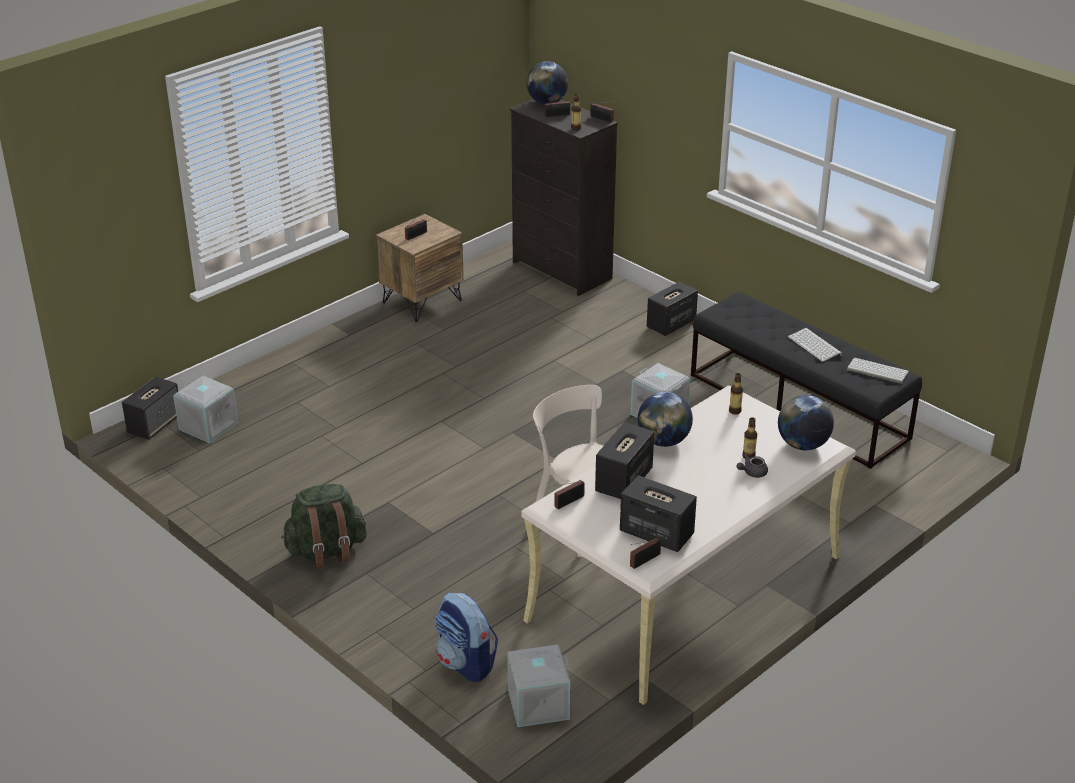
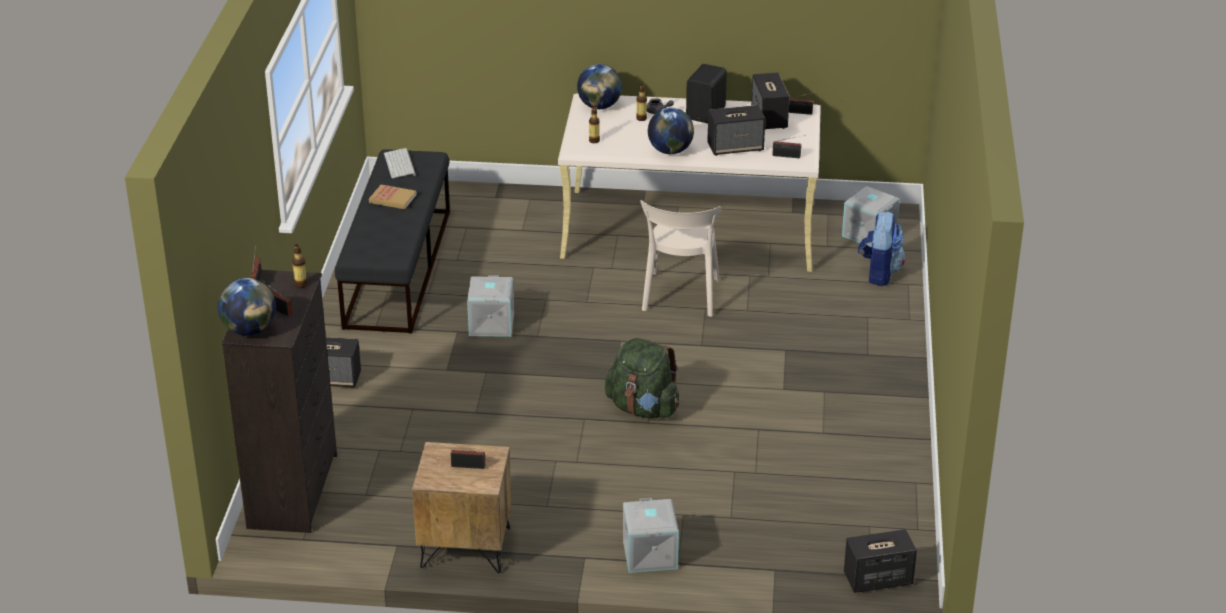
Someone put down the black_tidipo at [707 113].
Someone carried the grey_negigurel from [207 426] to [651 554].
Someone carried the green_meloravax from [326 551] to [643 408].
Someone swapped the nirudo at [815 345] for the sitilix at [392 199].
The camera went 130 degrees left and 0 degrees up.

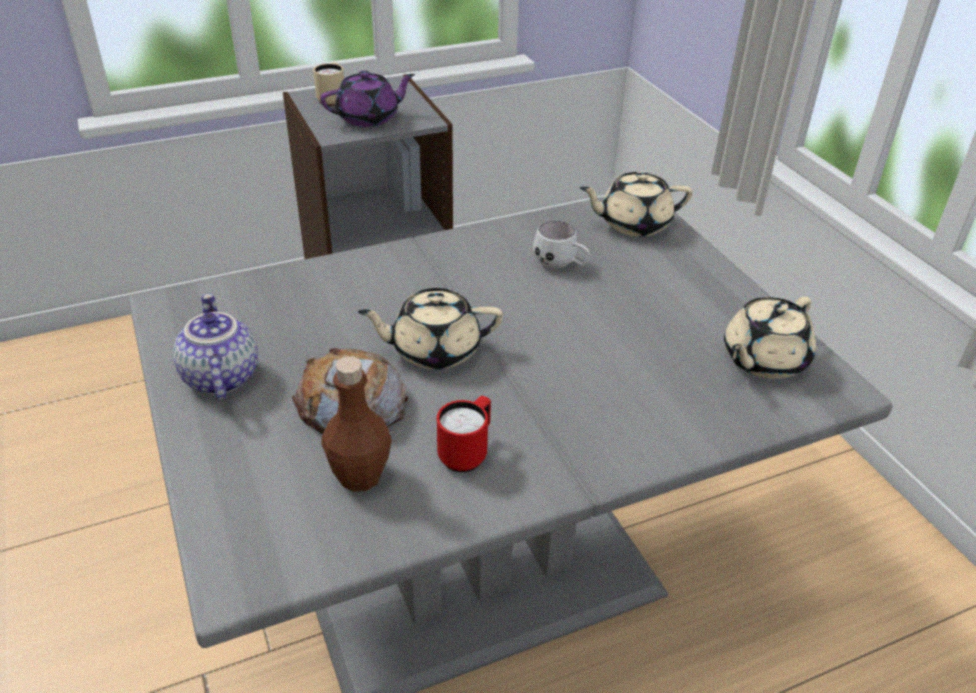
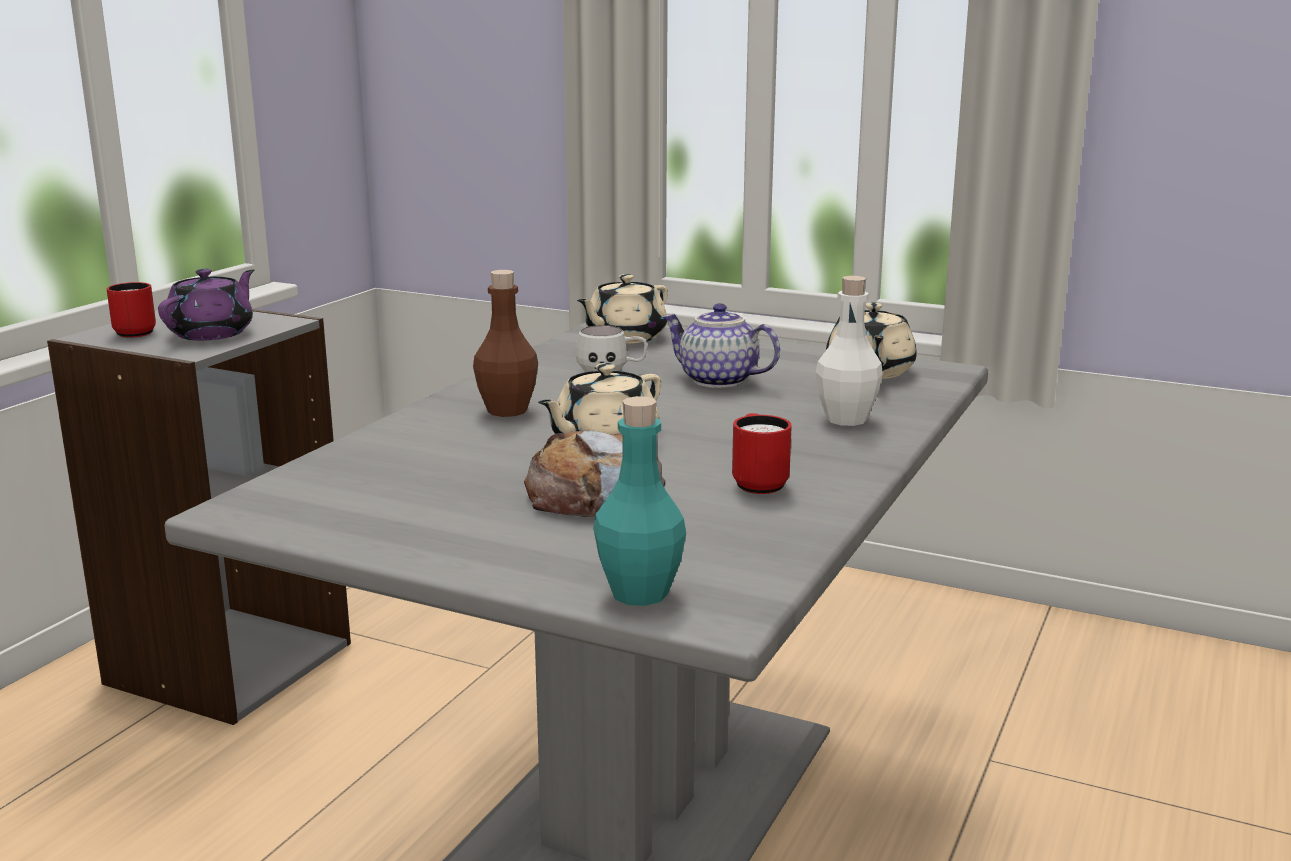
Someone put down the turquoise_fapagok at [639 593].
Someone put down the white_fapagok at [846 419].
Someone carried the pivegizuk from [219 377] to [716 381].
Someone carried the brown_fapagok from [360 476] to [507 410].
Someone repainted the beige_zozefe at [332 99], which became the red_zozefe at [133 332].
The camera went 40 degrees left and 20 degrees down.

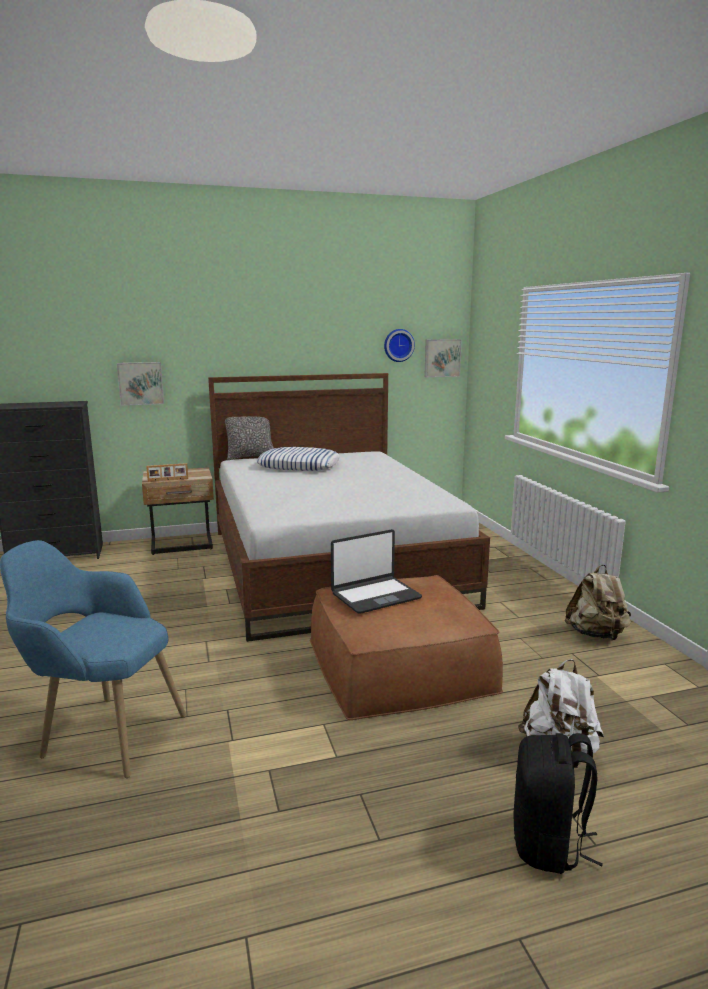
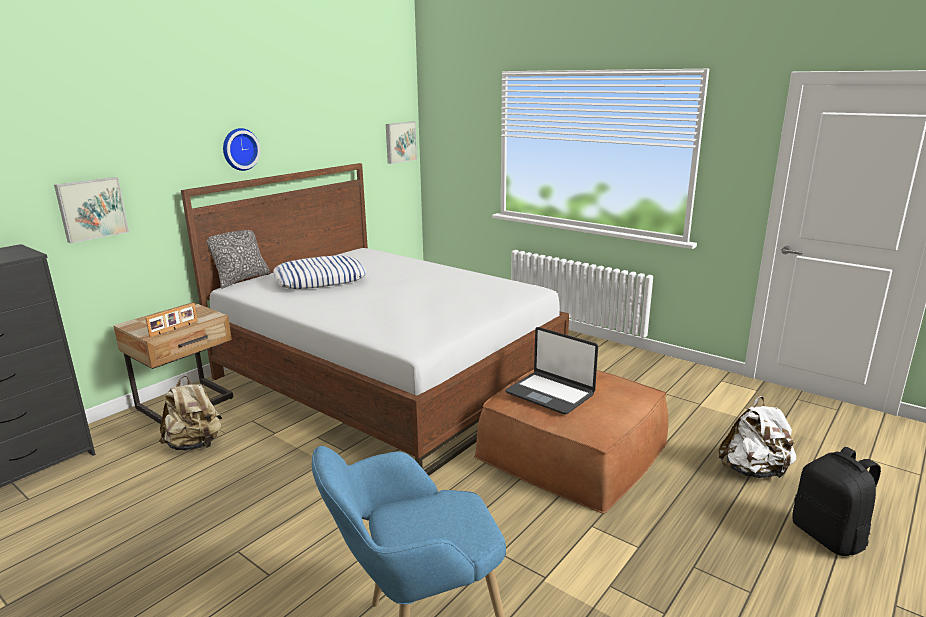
Someone carried the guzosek from [398 345] to [239 149].
Someone carried the beige_meloravax from [596 634] to [195 445].
Someone rotated the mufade at [375 596] by 105 degrees clockwise.
The camera went 35 degrees left and 5 degrees up.

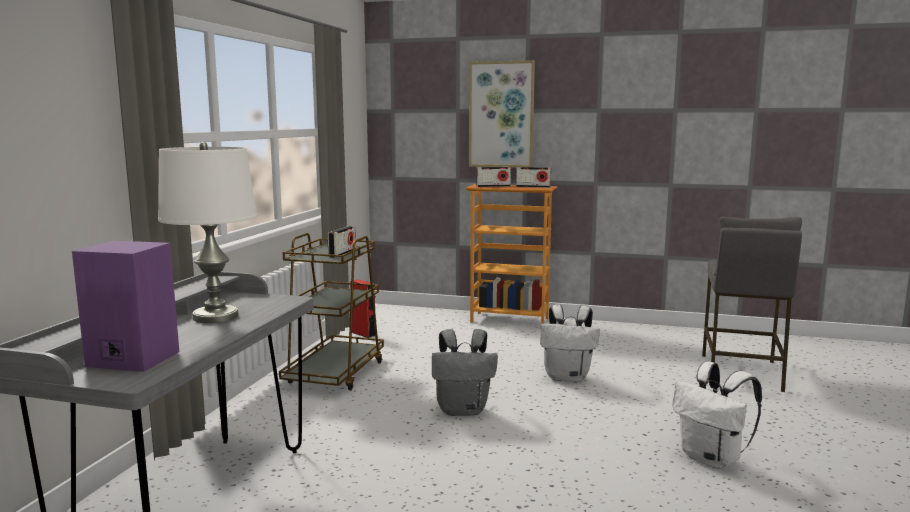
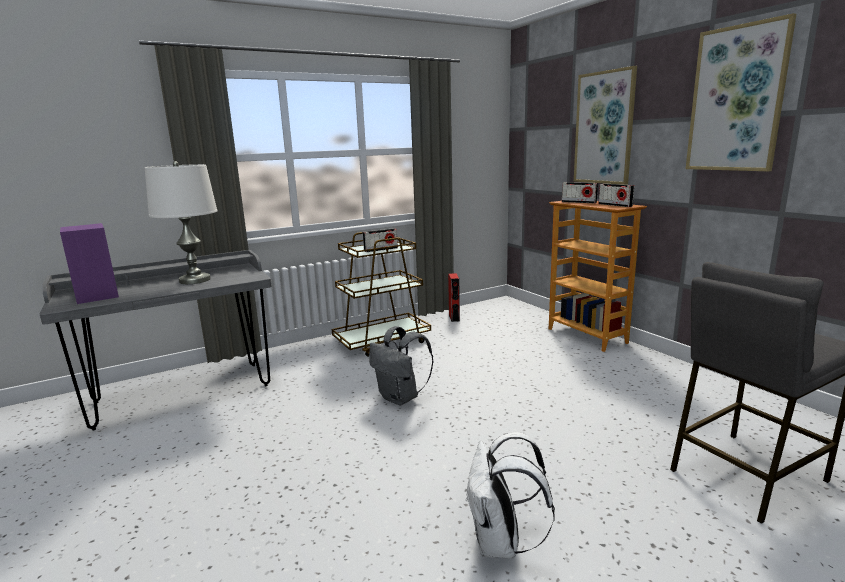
Someone took away the white_meloravax at [568 377].
Someone put up the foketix at [736 99].
The camera went 45 degrees right and 5 degrees up.

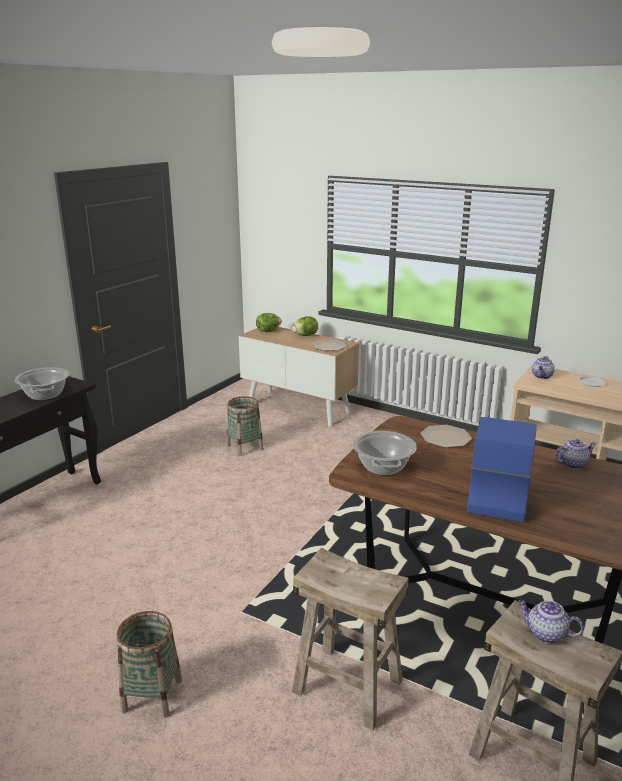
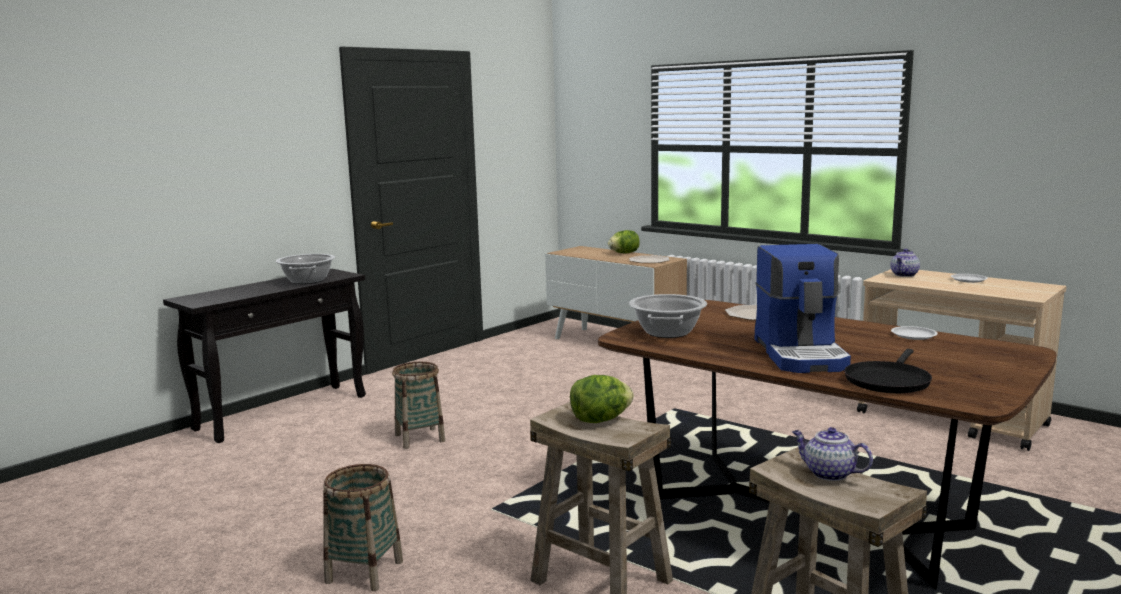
Someone put down the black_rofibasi at [887 380].
Someone carried the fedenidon from [244 447] to [419 438].
Someone carried the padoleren from [268 331] to [600 420].
Someone swapped the pivegizuk at [573 464] for the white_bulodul at [913 335].
Someone rotated the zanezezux at [497 495] by 150 degrees clockwise.
The camera went 10 degrees right and 10 degrees down.

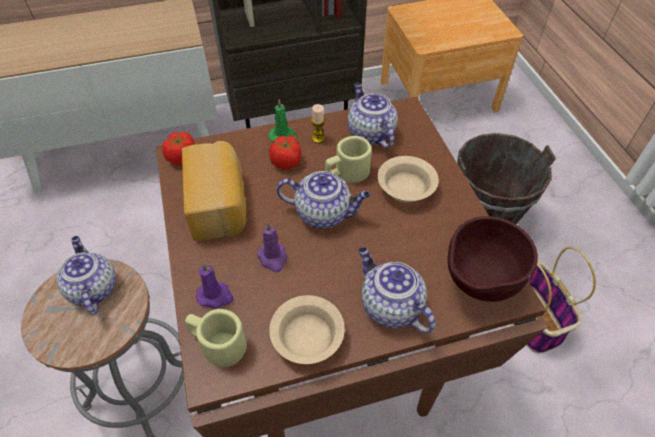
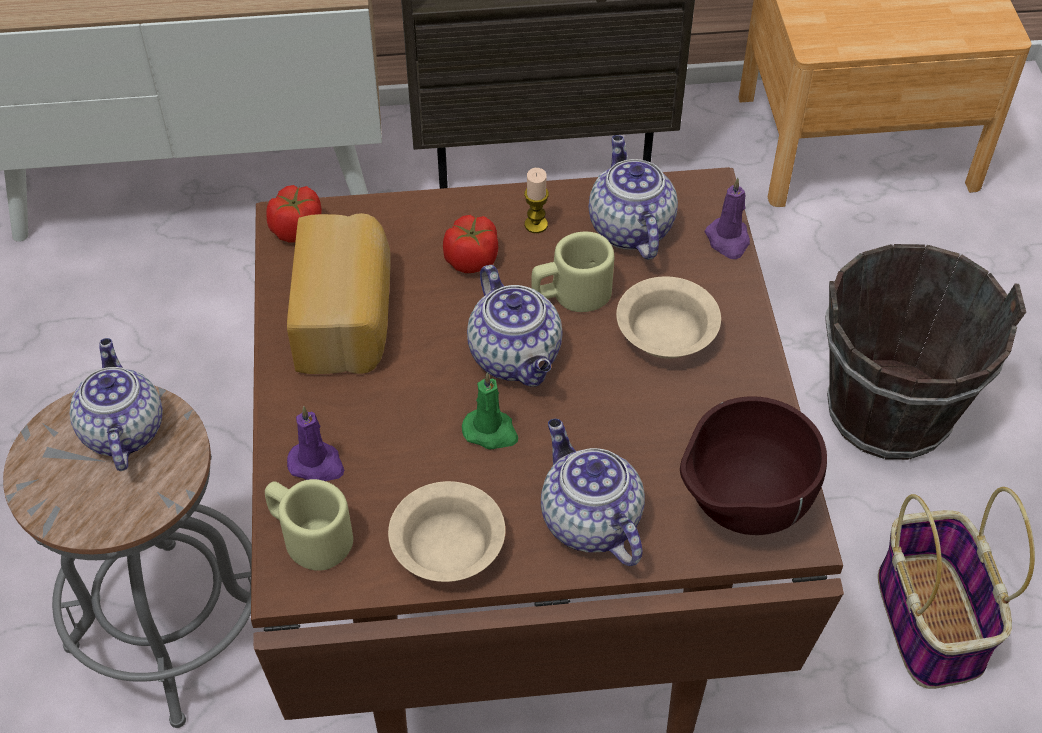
Someone carried the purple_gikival from [273 258] to [728 240].
Someone carried the green_gikival from [283 136] to [491 431].
Someone rotated the pivegizuk at [324 213] by 45 degrees clockwise.
The camera went 10 degrees right and 0 degrees up.

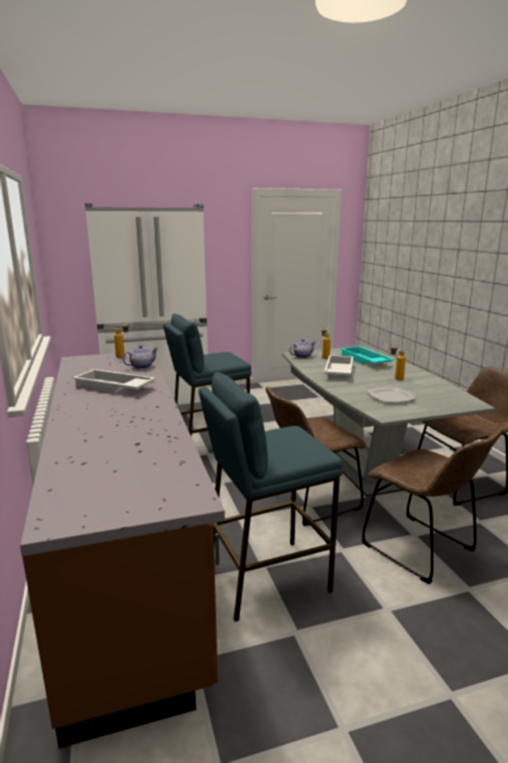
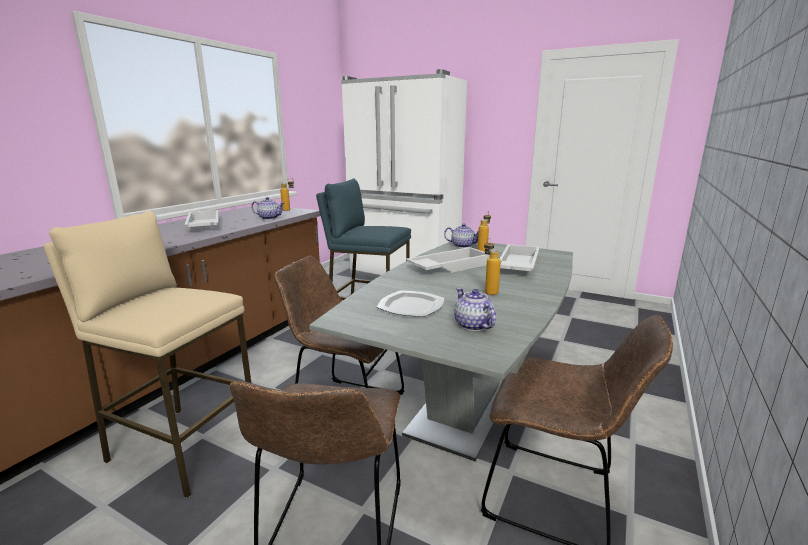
Someone put down the pivegizuk at [473 325].
Someone repainted the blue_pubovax at [266 578], which became the beige_pubovax at [183 447].
Someone repainted the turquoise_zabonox at [364 361], which became the white_zabonox at [517 265].
The camera went 45 degrees right and 0 degrees up.

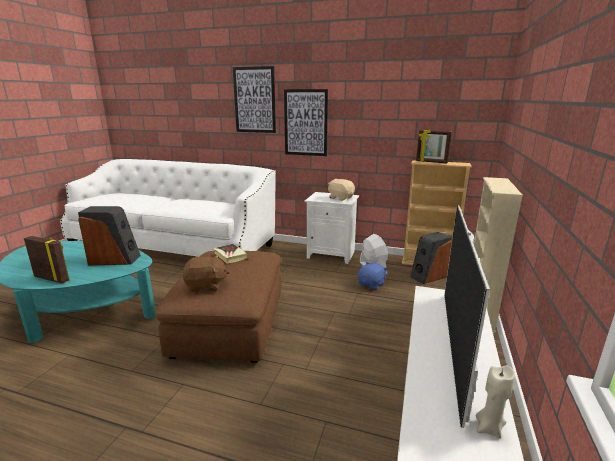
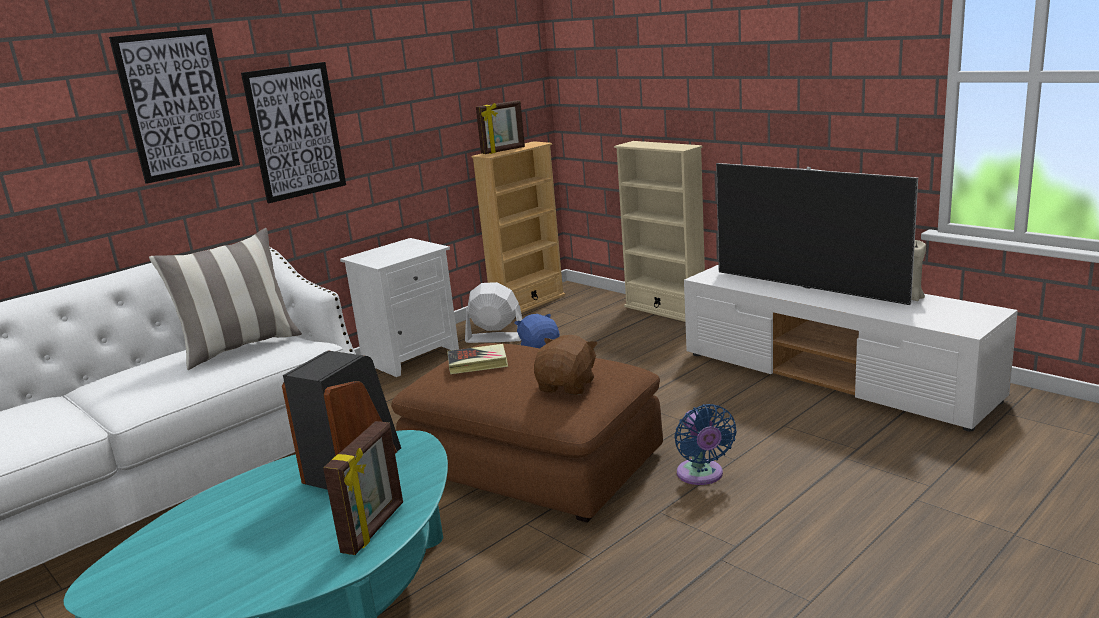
Someone took away the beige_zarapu at [340 198].
Someone took away the tidipo at [428 276].
Someone put down the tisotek at [240 348].
Someone put down the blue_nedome at [701 475].
Someone rotated the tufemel at [52 278] by 150 degrees clockwise.
The camera went 60 degrees left and 0 degrees up.

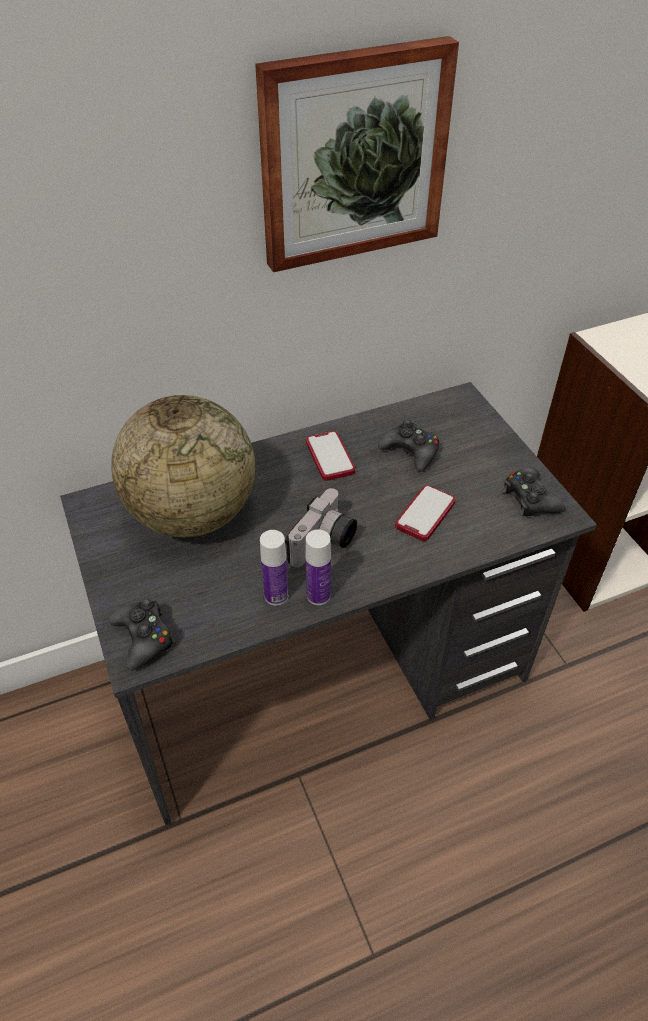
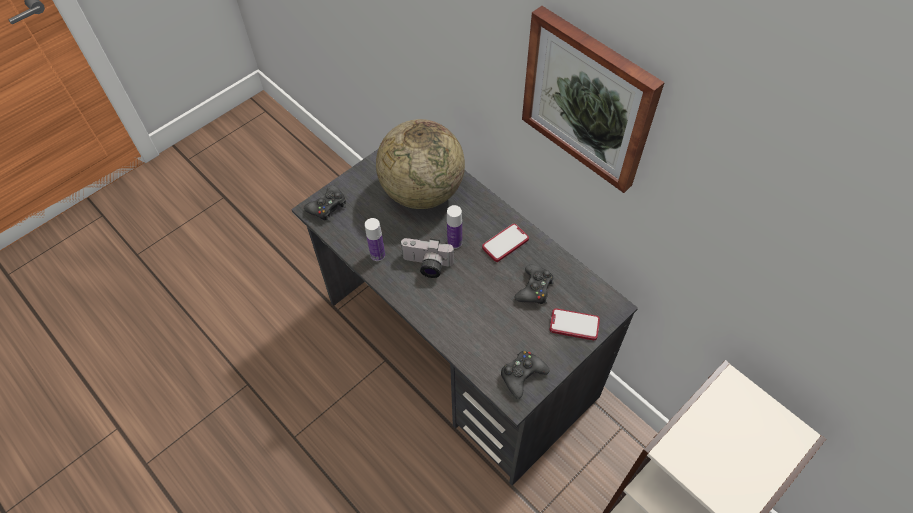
Someone carried the fapagok from [318 595] to [454 242].
Someone carried the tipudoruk from [425 514] to [574 325].
The camera went 70 degrees right and 10 degrees up.

